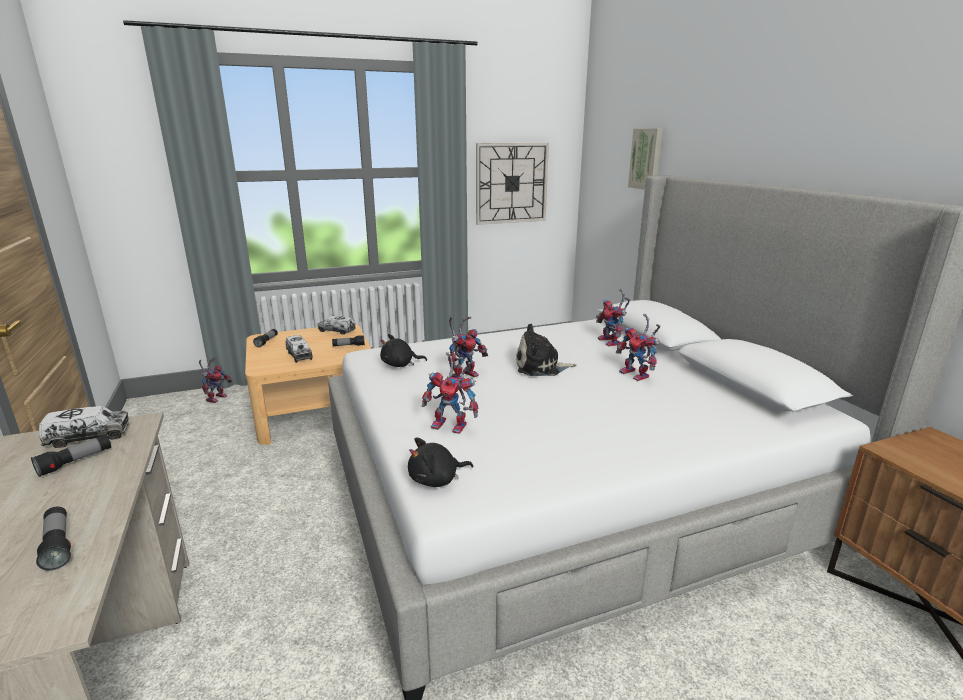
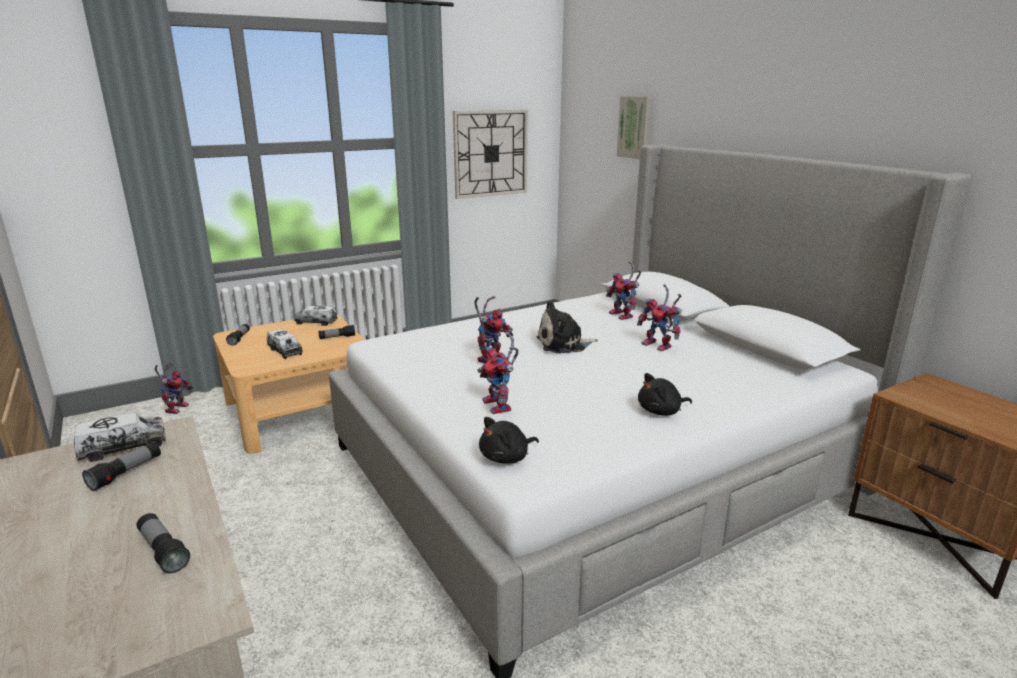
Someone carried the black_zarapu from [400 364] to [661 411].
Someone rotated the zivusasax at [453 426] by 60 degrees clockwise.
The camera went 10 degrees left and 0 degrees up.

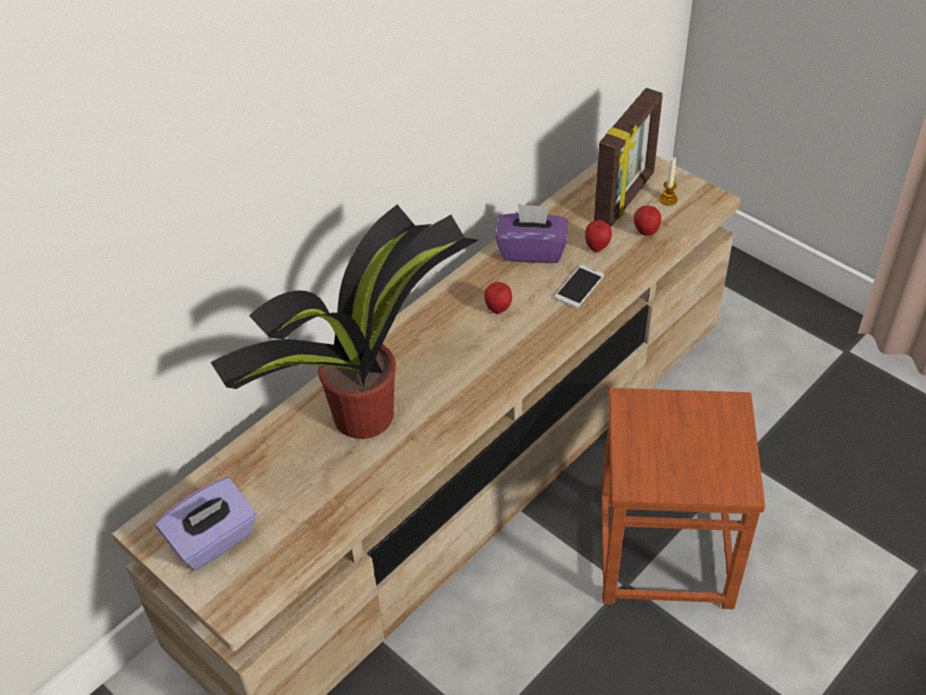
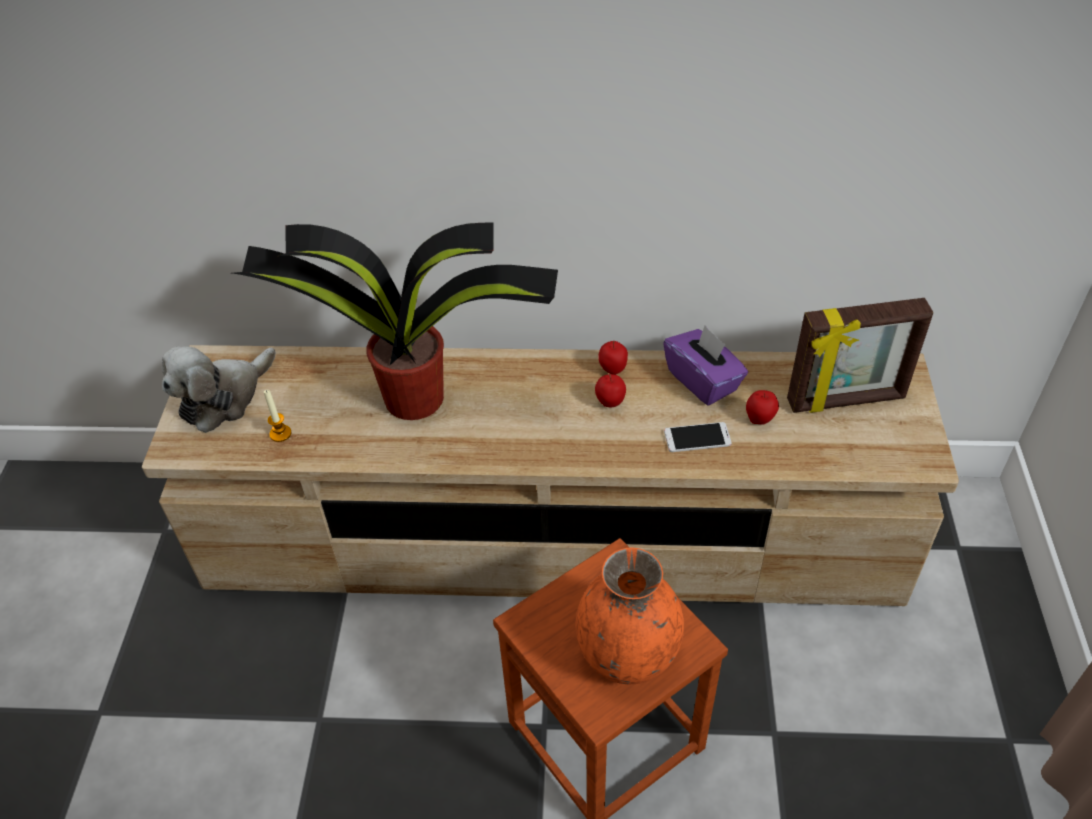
Someone put down the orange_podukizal at [626 654].
Someone carried the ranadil from [646 232] to [612 370].
Someone carried the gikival from [668 199] to [280 433].
Someone swapped the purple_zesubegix at [213 541] for the zarapu at [224 398].
The camera went 50 degrees right and 0 degrees up.

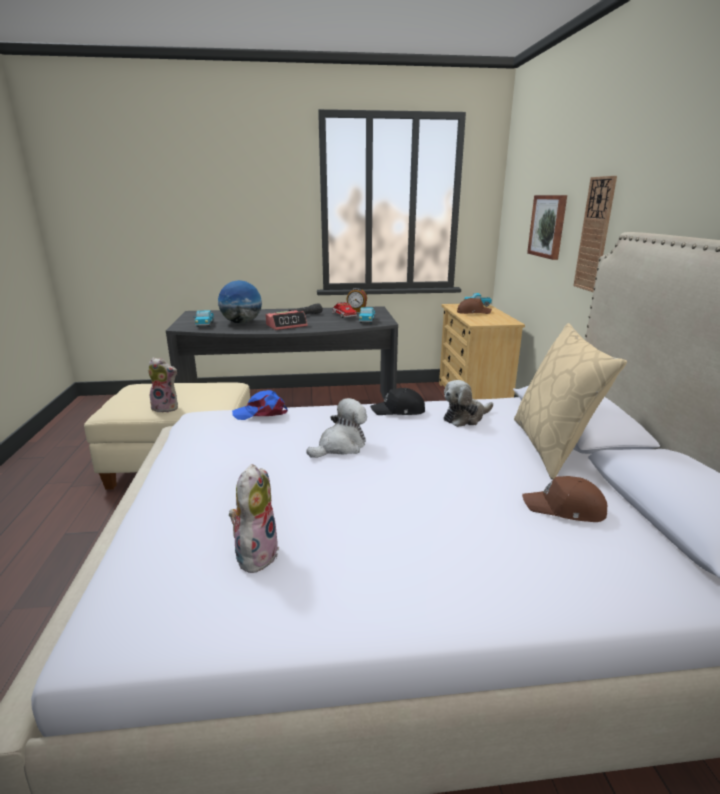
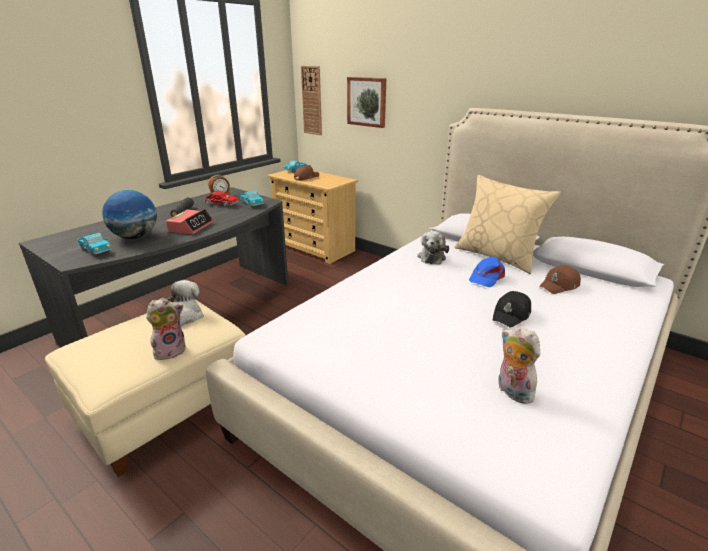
Someone carried the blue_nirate from [261 413] to [486 277].
Someone carried the zarapu from [340 446] to [185 317].
Someone carried the black_nirate from [399 411] to [511 315].
Someone carried the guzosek from [595 235] to [312 101].
The camera went 45 degrees left and 5 degrees up.

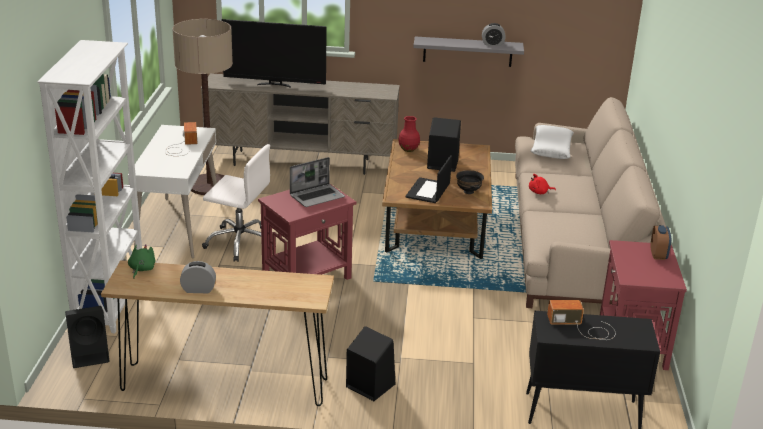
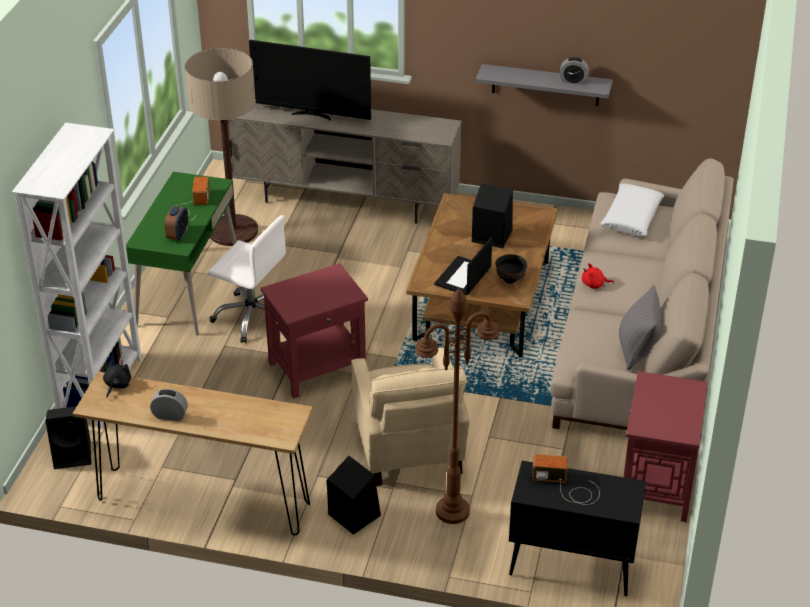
Someone took away the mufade at [317 196].
Someone took away the red_podukizal at [408 149].
Someone put down the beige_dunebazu at [408 449].
Someone put down the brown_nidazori at [452 511].
Someone put down the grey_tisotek at [637 350].
Someone carried the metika from [658 255] to [178 235].
Someone repainted the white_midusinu at [178 227], which became the green_midusinu at [188 291].
Someone repainted the green_zarapu at [141 269], which became the black_zarapu at [117 385].
The camera went 10 degrees right and 10 degrees up.

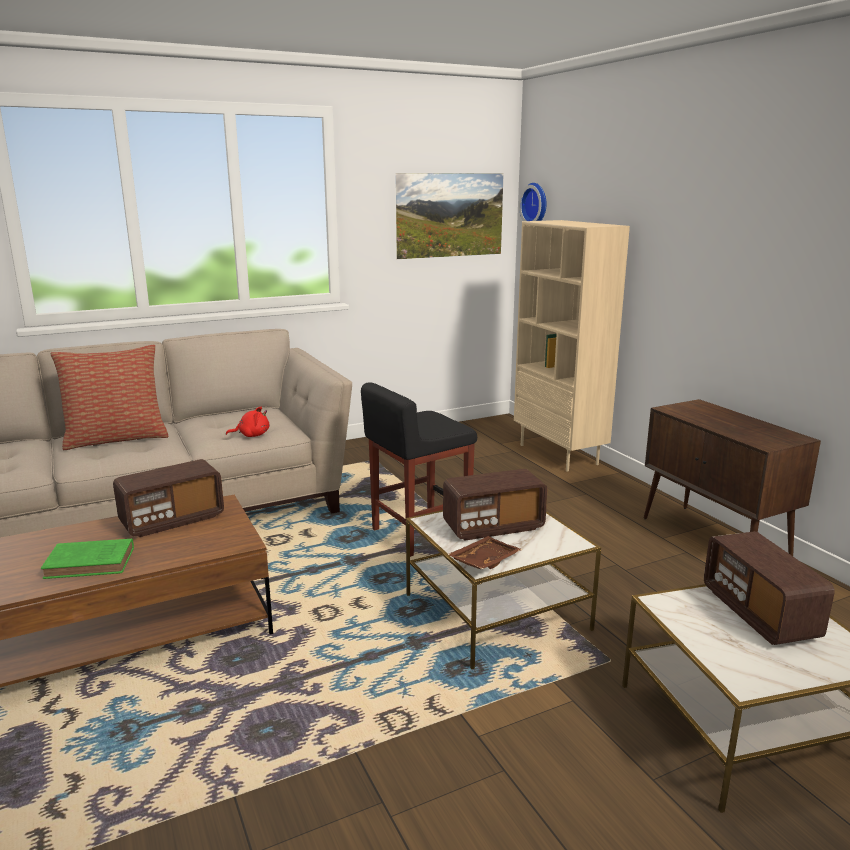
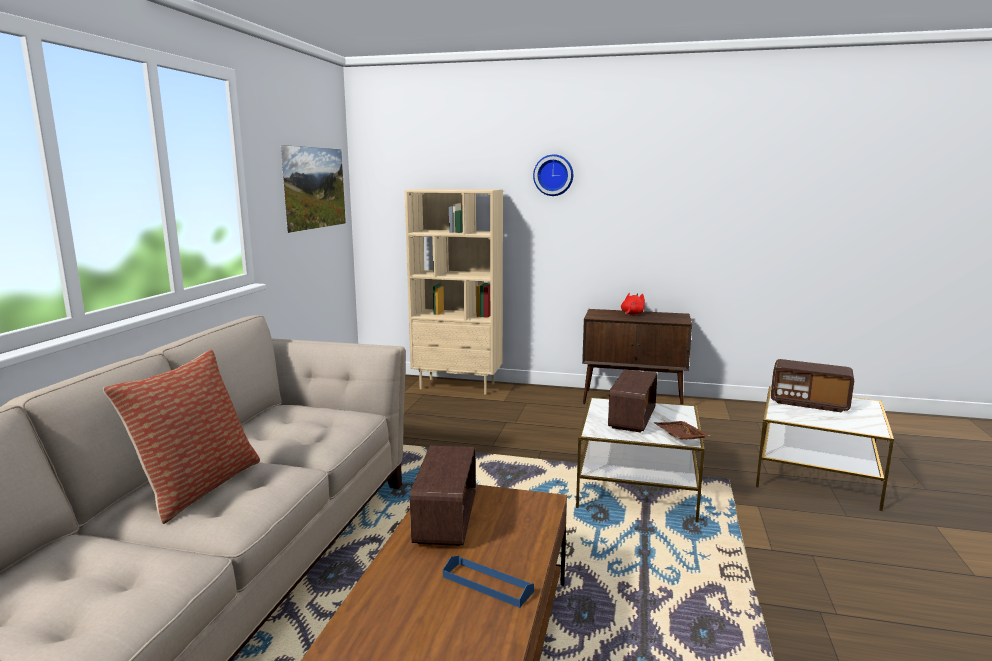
Someone took away the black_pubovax at [419 534].
Someone carried the red_zarapu from [252 435] to [632 314].
Someone carried the guzosek from [536 204] to [553 175].
Someone swapped the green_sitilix at [92 563] for the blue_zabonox at [487 584].
The camera went 50 degrees left and 5 degrees down.

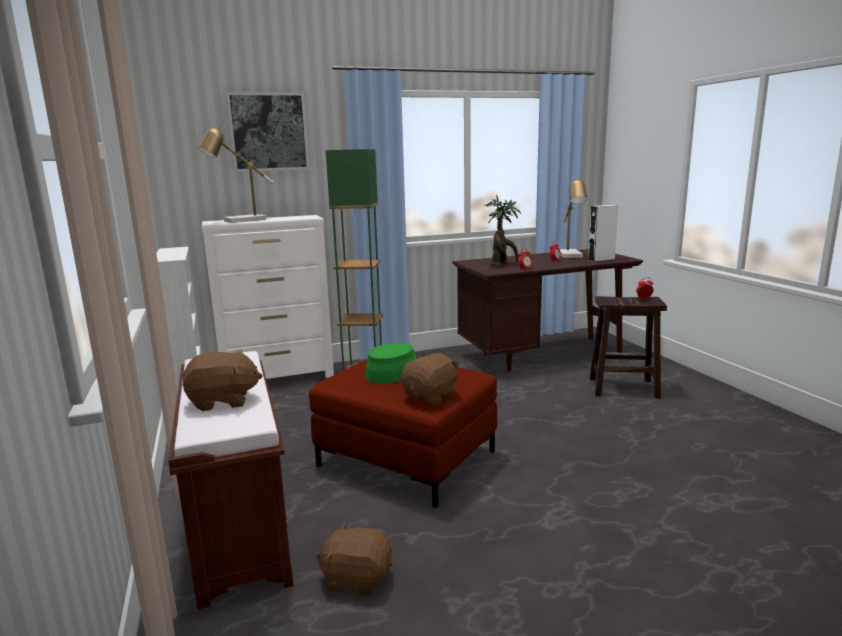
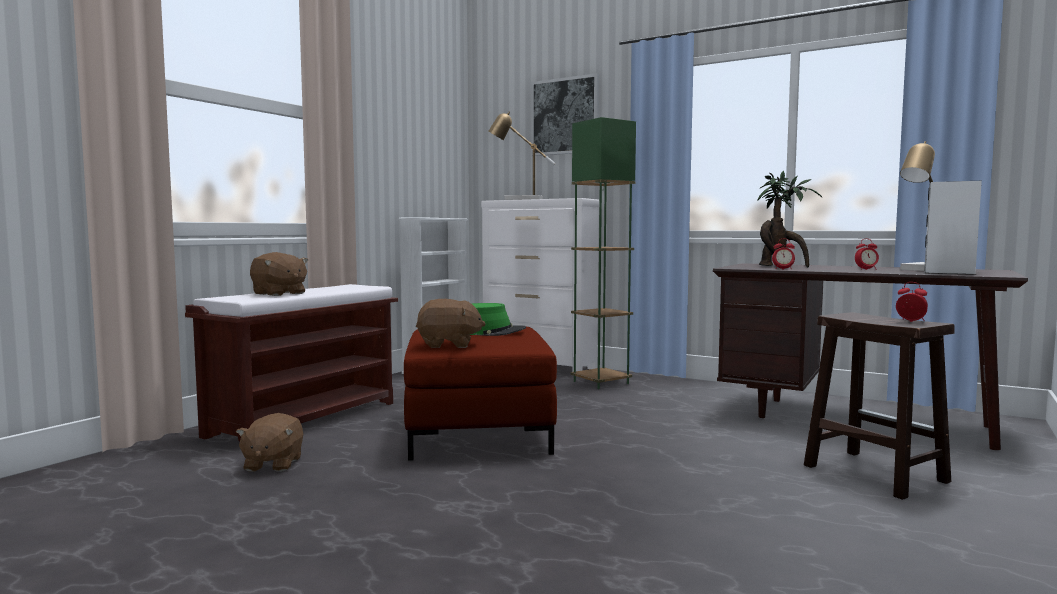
Someone rotated the brown_zarapu at [357 578] by 150 degrees counterclockwise.
The camera went 50 degrees right and 10 degrees down.

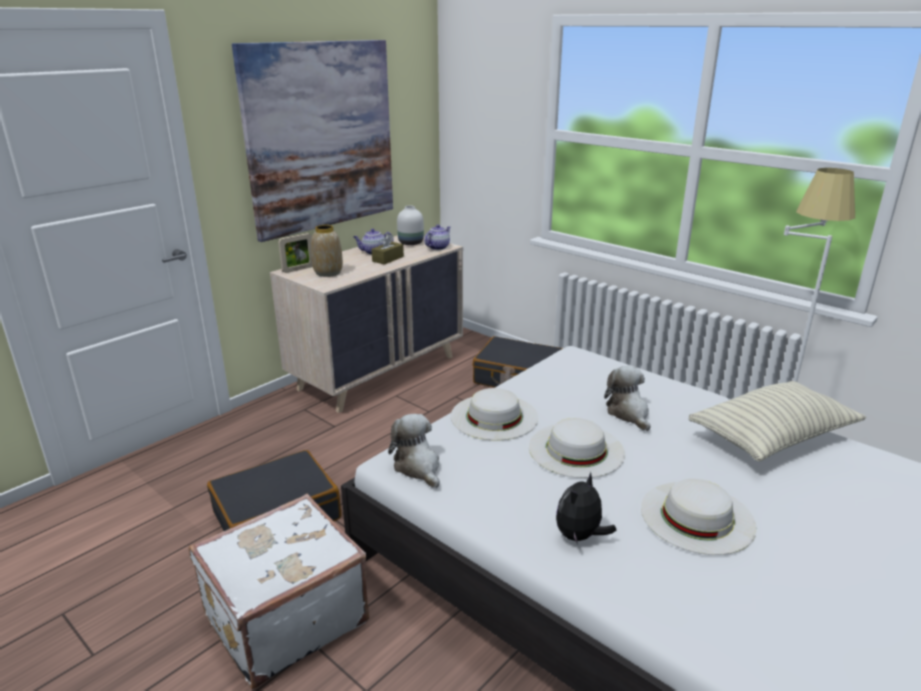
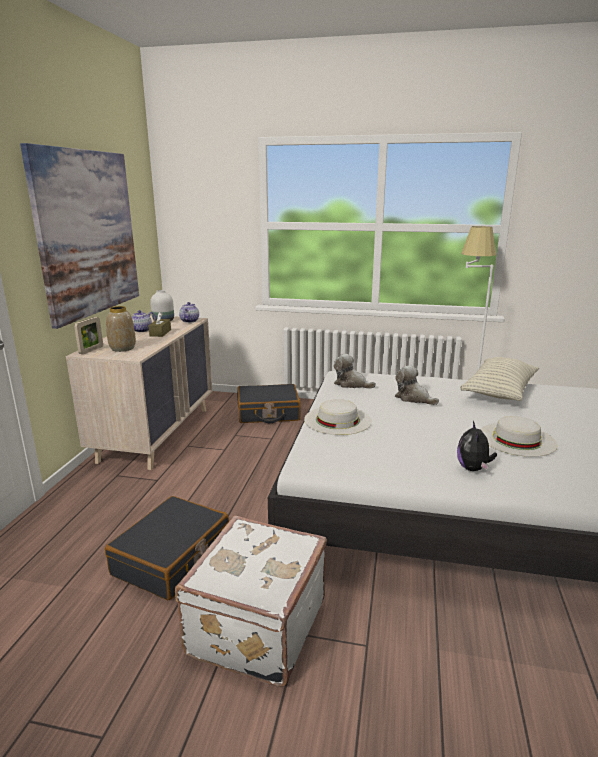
Someone took away the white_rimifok at [576 449].
Someone carried the zarapu from [418 467] to [351 384].
The camera went 30 degrees left and 5 degrees down.

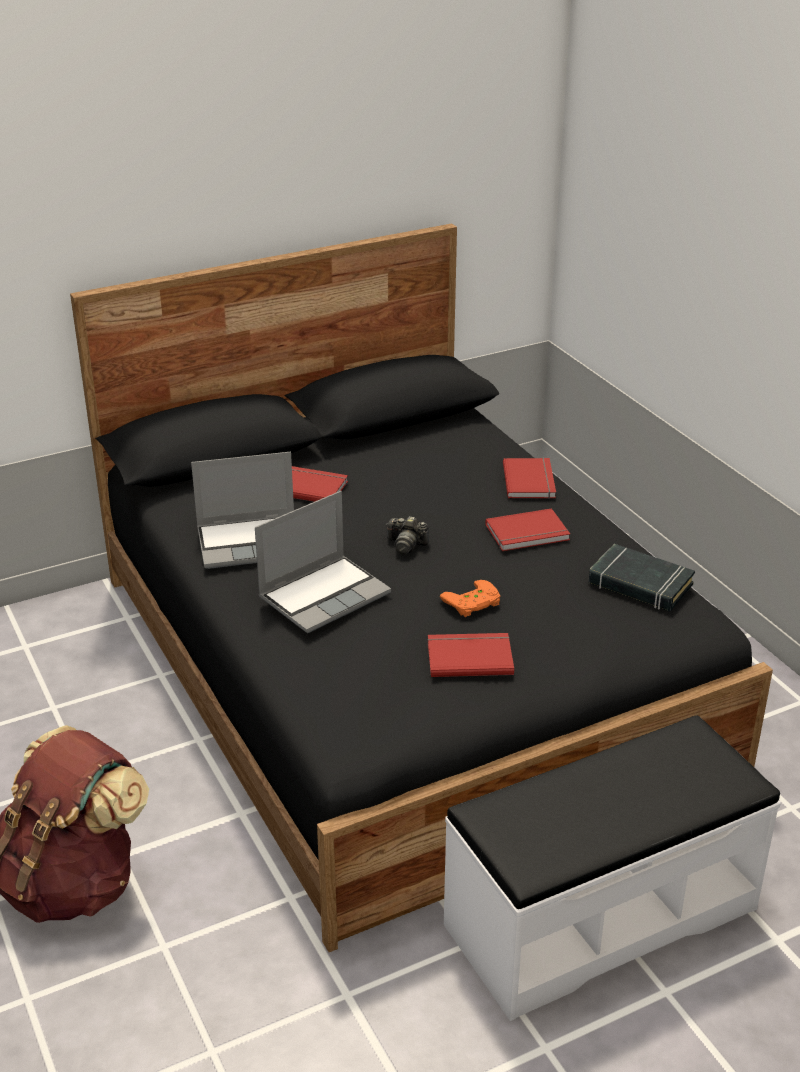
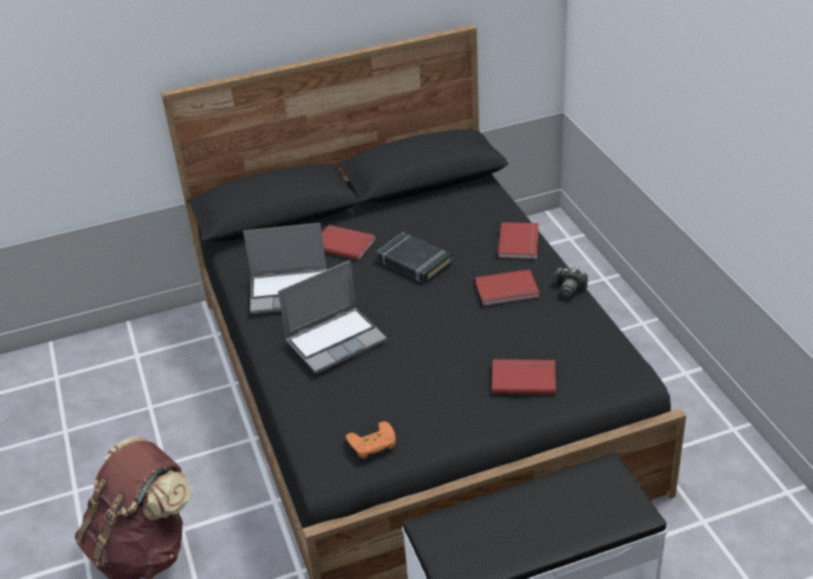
Someone carried the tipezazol from [406 545] to [569 289].
Someone carried the red_sitilix from [469 656] to [523 378].
Someone carried the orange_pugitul from [473 603] to [373 445].
Someone carried the black_sitilix from [640 584] to [414 262].
The camera went 10 degrees right and 5 degrees up.

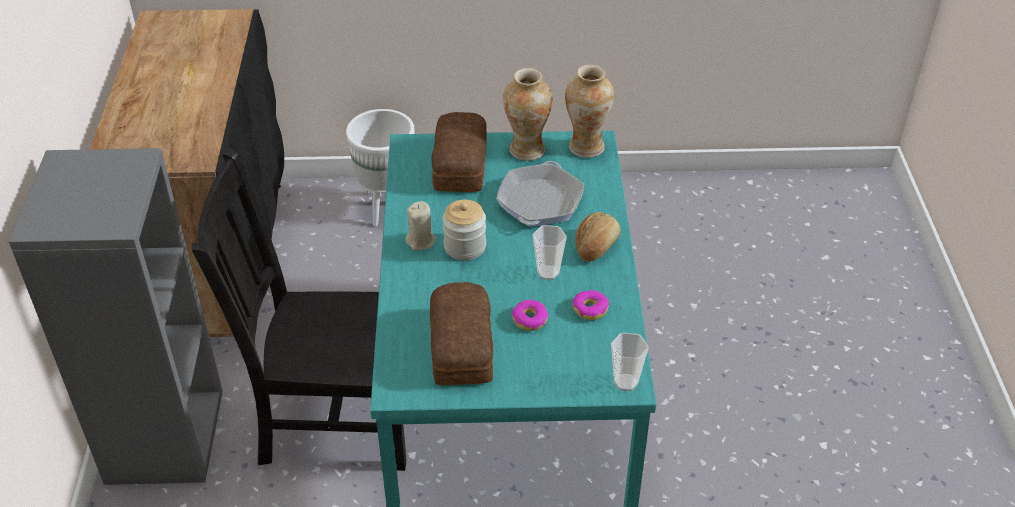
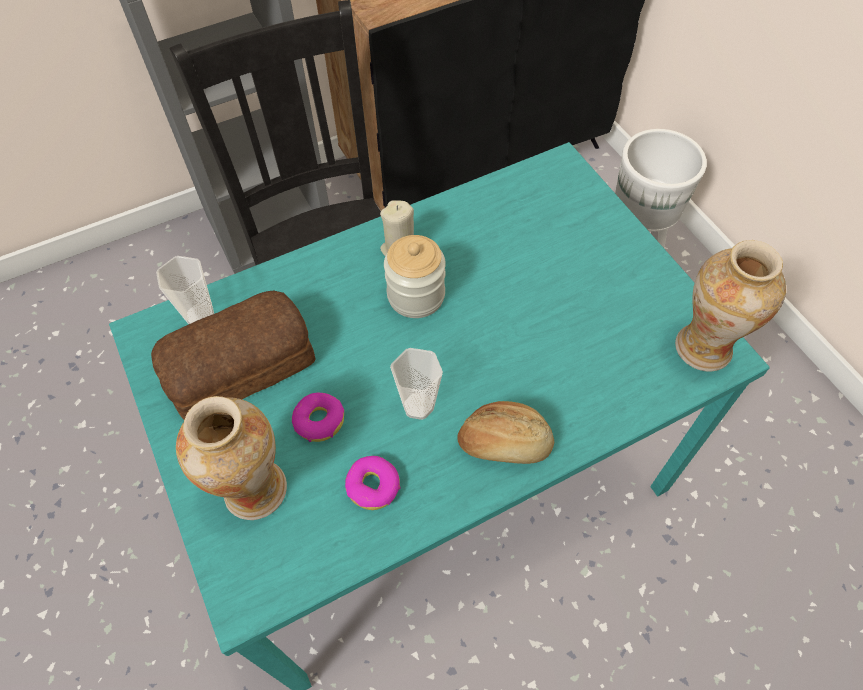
Someone took away the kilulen at [458 165].
Someone took away the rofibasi at [540 202].
Someone carried the podukizal from [527 150] to [254 490].
Someone carried the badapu from [625 382] to [200 315].
The camera went 65 degrees right and 15 degrees up.

